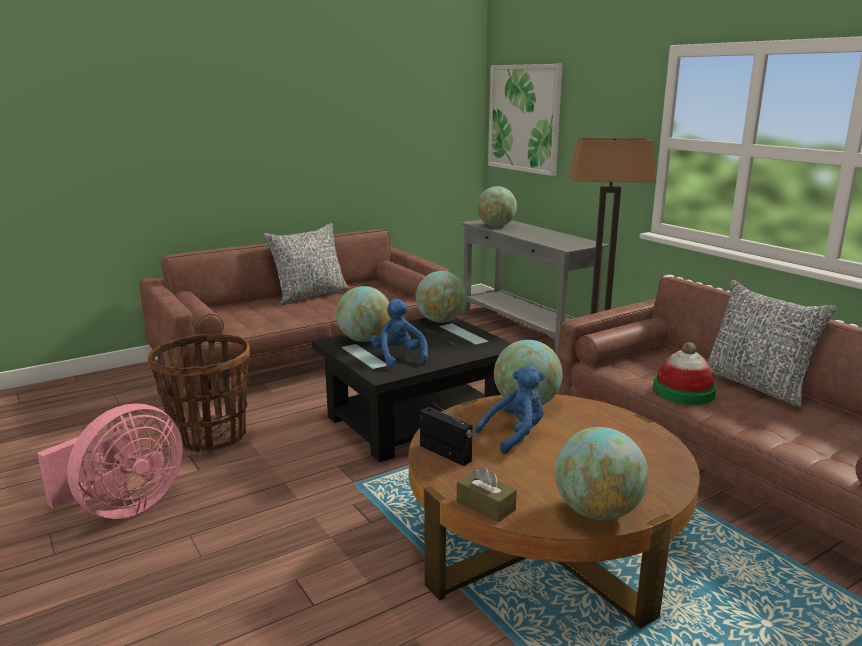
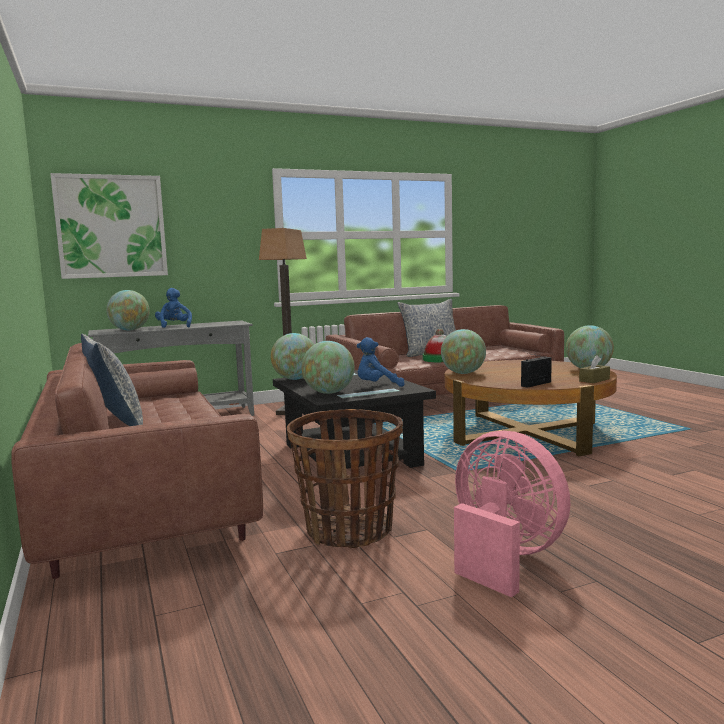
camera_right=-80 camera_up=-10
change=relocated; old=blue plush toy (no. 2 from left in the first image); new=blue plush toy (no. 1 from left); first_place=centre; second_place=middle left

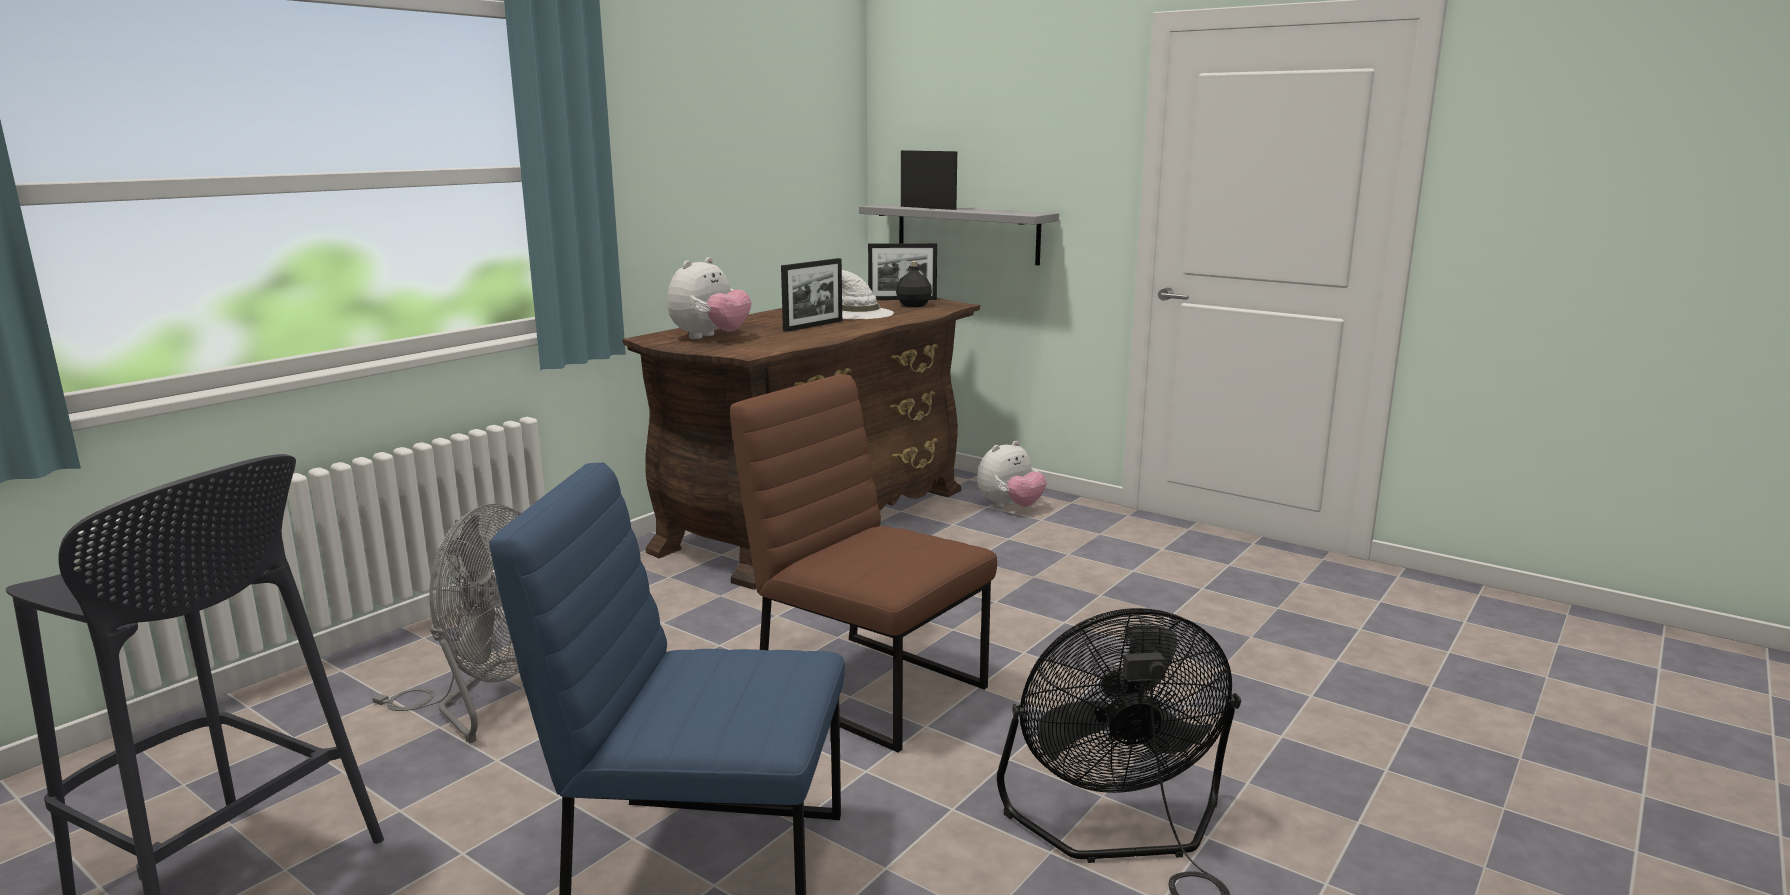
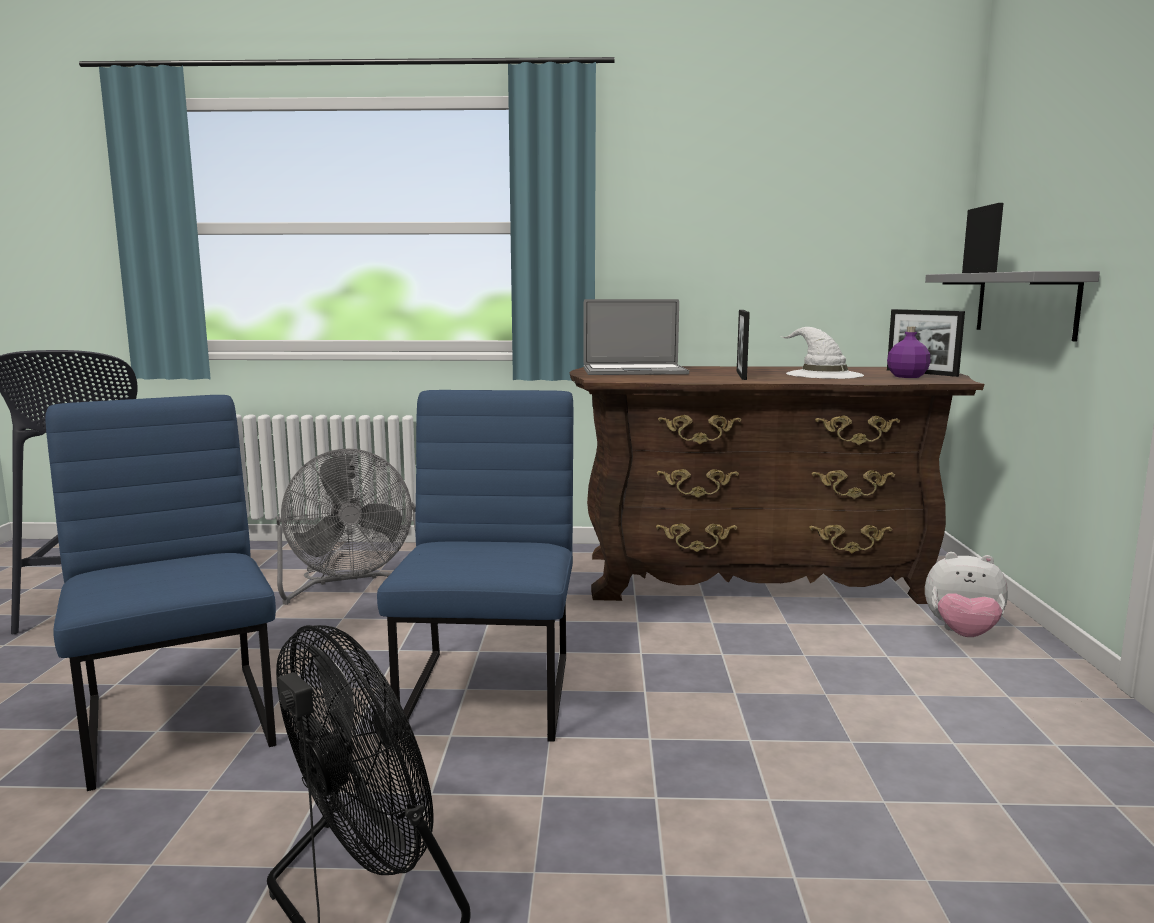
camera_right=55 camera_up=-5
change=colour; old=brown chair; new=blue chair (no. 2 from left); first_place=centre; second_place=centre
change=exchanged; old=plush toy (no. 1 from left); new=laptop; first_place=top centre; second_place=centre
change=spun; old=picture frame (no. 1 from left); first_place=top centre; second_place=centre; degrees=90
change=colour; old=black bottle; new=purple bottle; first_place=top centre; second_place=middle right

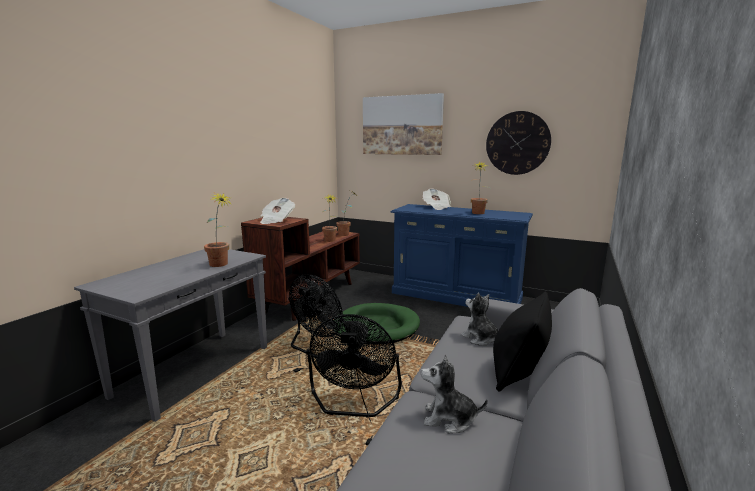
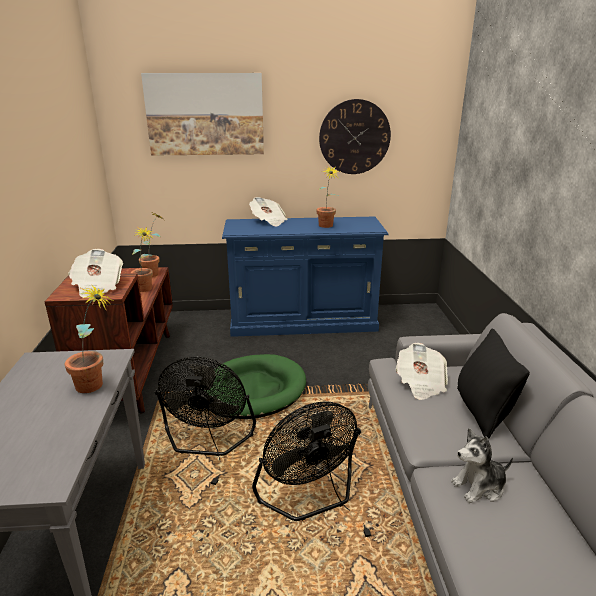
camera_right=-30 camera_up=10
change=exchanged; old=plush toy (no. 2 from left); new=newspaper (no. 3 from left); first_place=centre; second_place=middle right

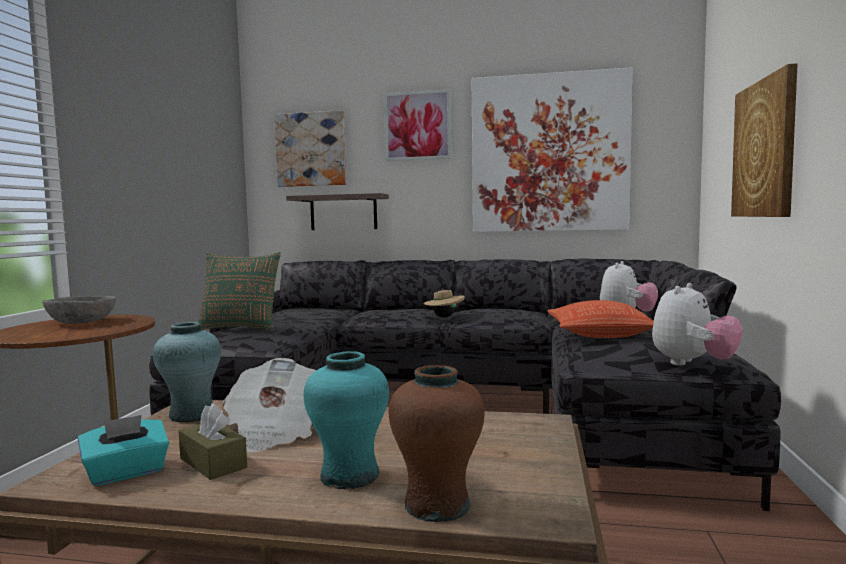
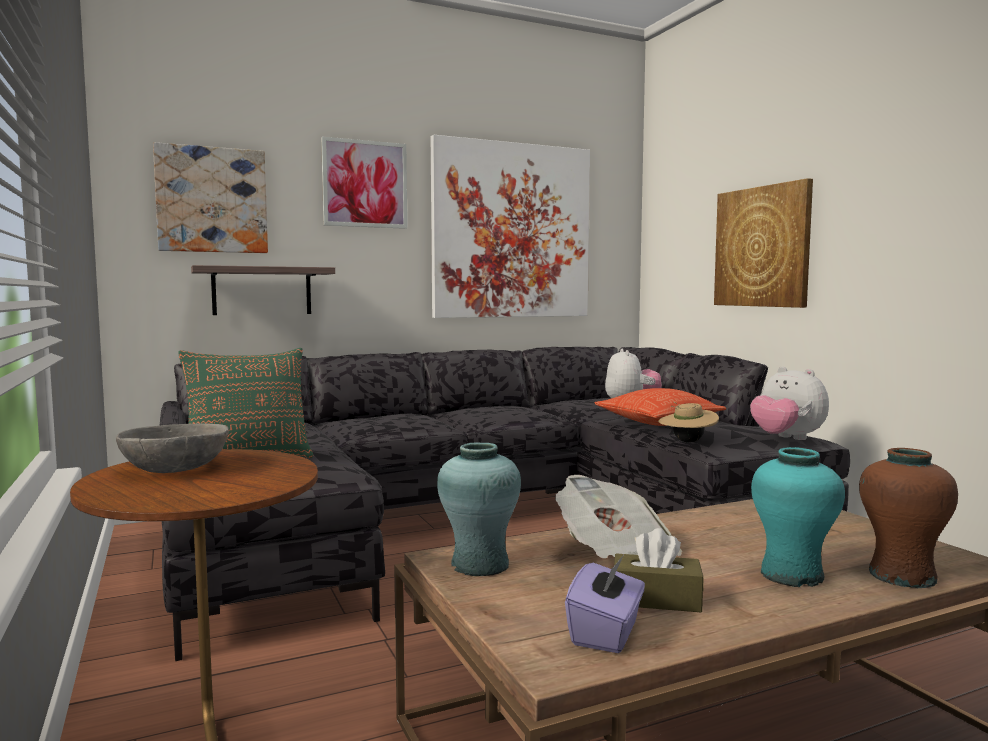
camera_right=-35 camera_up=0
change=colour; old=turquoise tissue box; new=purple tissue box; first_place=bottom left; second_place=bottom centre
change=relocated; old=beige hat; first_place=centre; second_place=middle right
change=spun; old=plush toy (no. 2 from left); first_place=middle right; second_place=middle right; degrees=135

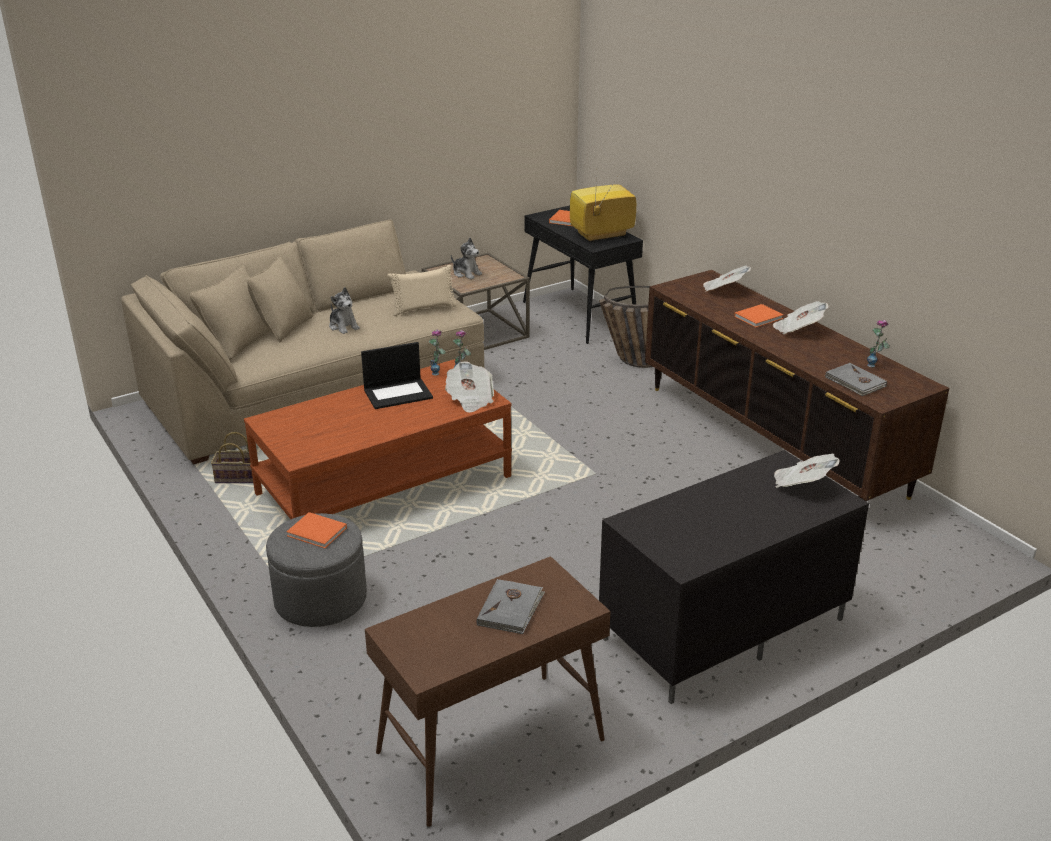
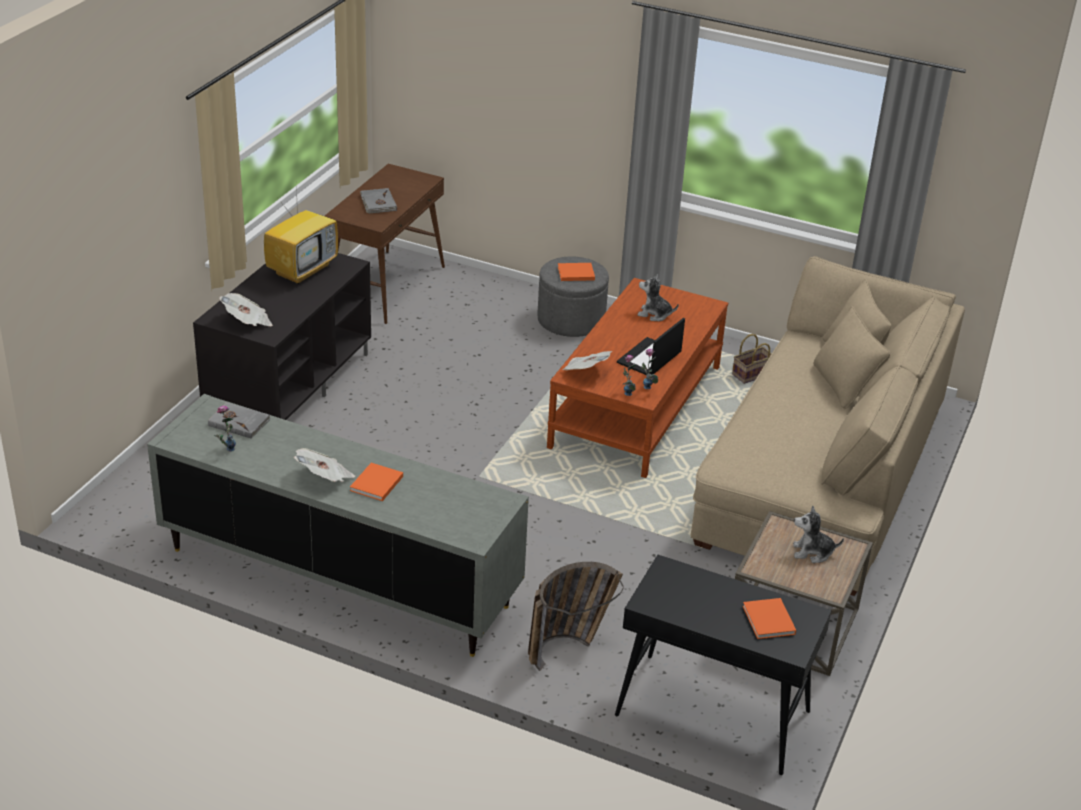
camera_right=145 camera_up=5
change=colour; old=brown cabinet; new=grey cabinet; first_place=middle right; second_place=middle left
change=relocated; old=television; first_place=top centre; second_place=top left
change=relocated; old=plush toy (no. 1 from left); first_place=middle left; second_place=centre
change=missing; old=beige pillow; first_place=centre
change=missing; old=newspaper (no. 2 from left); first_place=top right

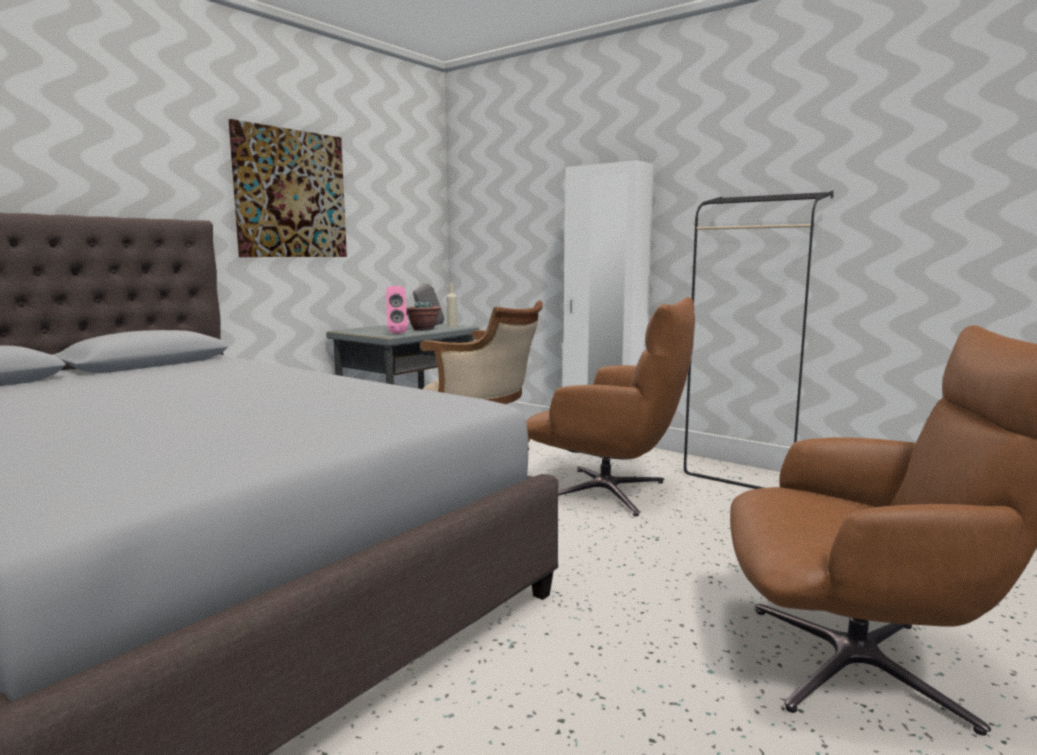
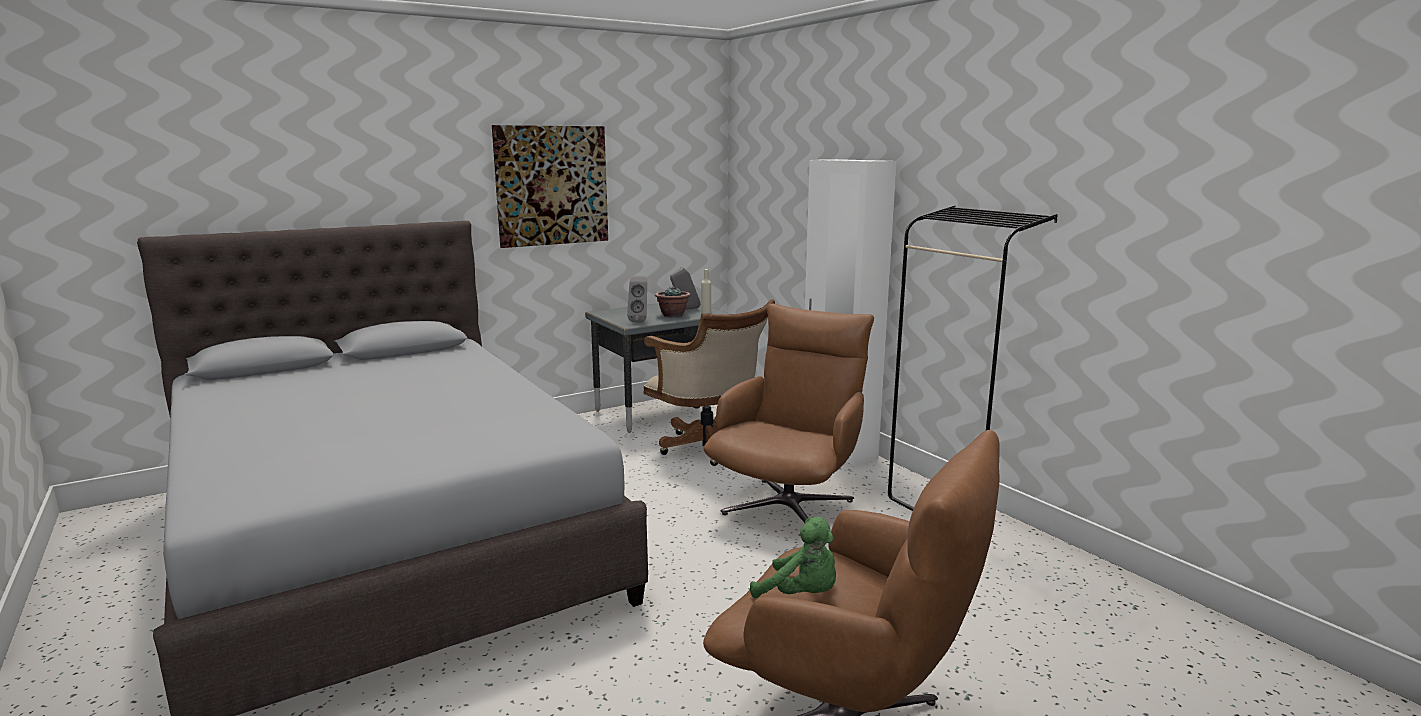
camera_right=20 camera_up=5
change=colour; old=pink speaker; new=grey speaker (no. 1 from left); first_place=centre; second_place=centre
change=spun; old=brown armchair (no. 1 from left); first_place=centre; second_place=centre; degrees=-105
change=appeared; new=green plush toy; second_place=bottom centre

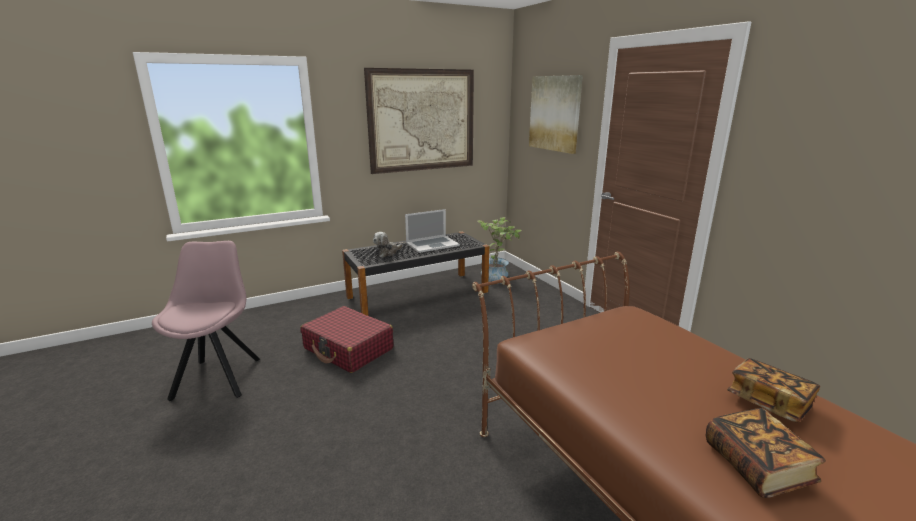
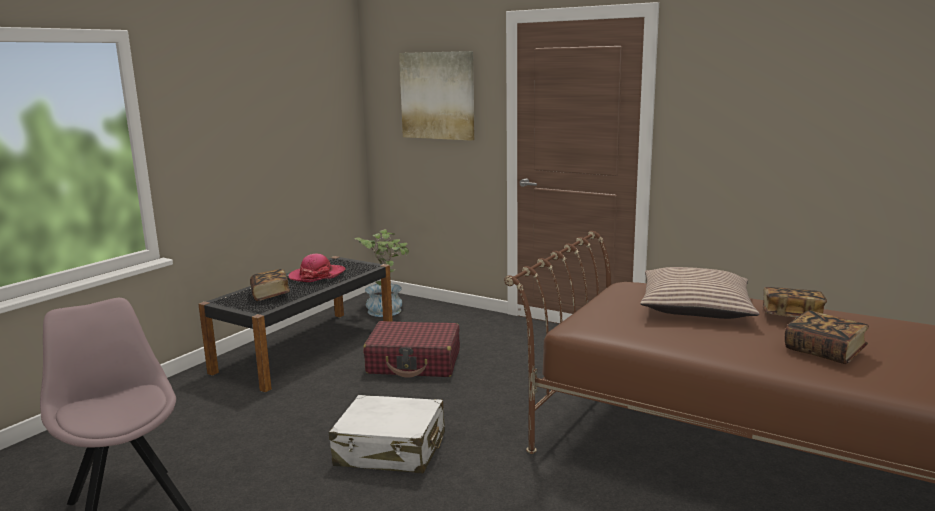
camera_right=-30 camera_up=-5
change=exchanged; old=plush toy; new=book (no. 1 from left); first_place=centre; second_place=middle left
change=exchanged; old=laptop; new=hat; first_place=centre; second_place=centre
change=appeared; new=white suitcase; second_place=bottom centre
change=relocated; old=red suitcase; first_place=centre; second_place=bottom centre
change=appeared; new=pillow; second_place=middle right
change=missing; old=picture (no. 1 from left); first_place=top centre

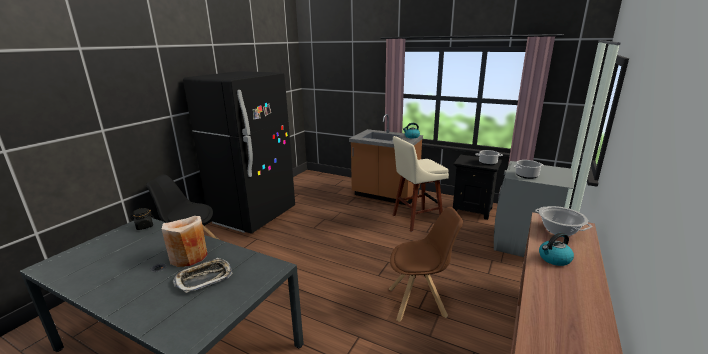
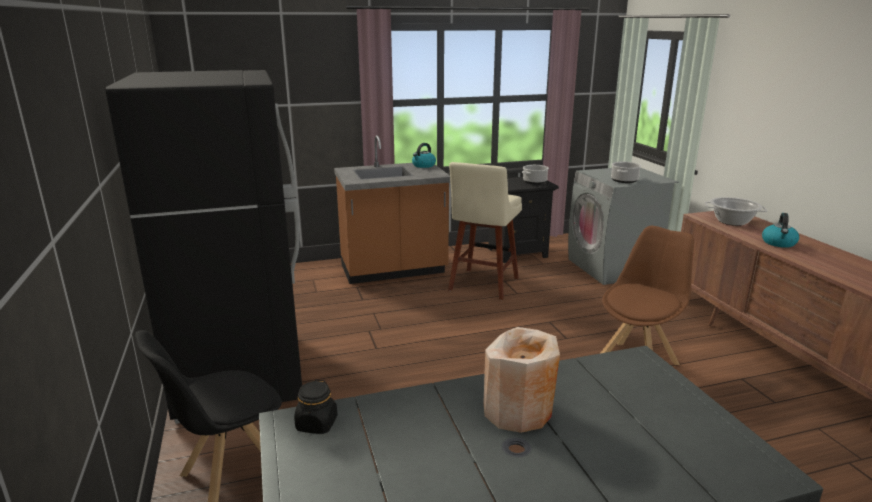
camera_right=-45 camera_up=0
change=missing; old=tray; first_place=bottom left

